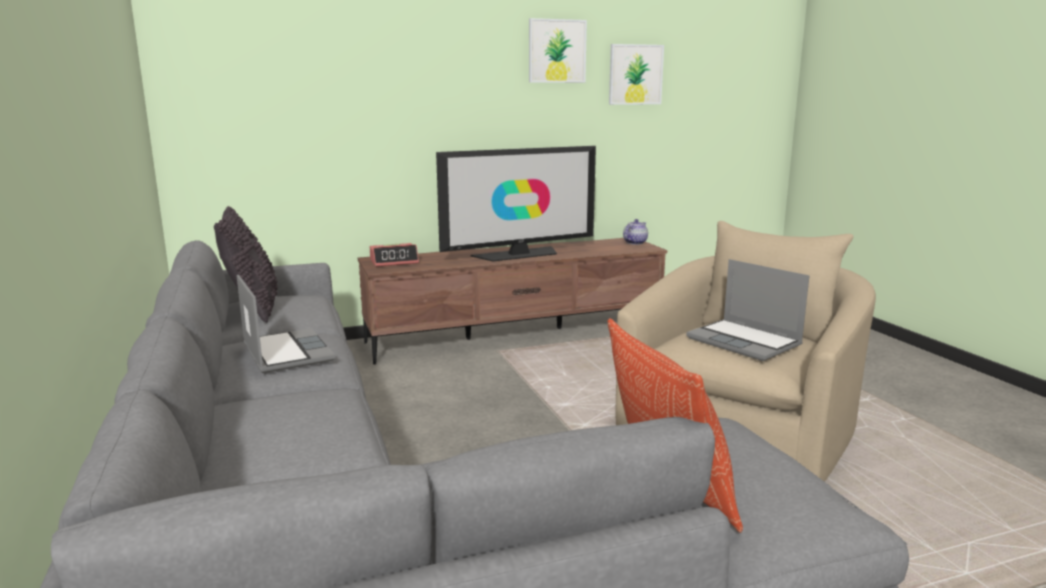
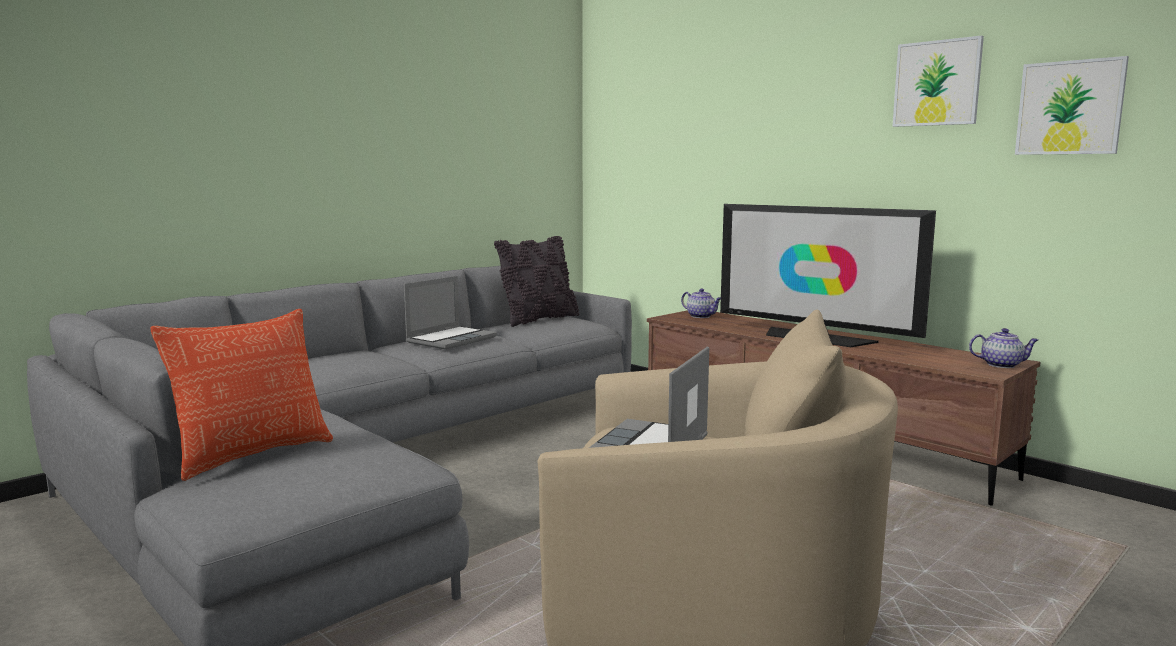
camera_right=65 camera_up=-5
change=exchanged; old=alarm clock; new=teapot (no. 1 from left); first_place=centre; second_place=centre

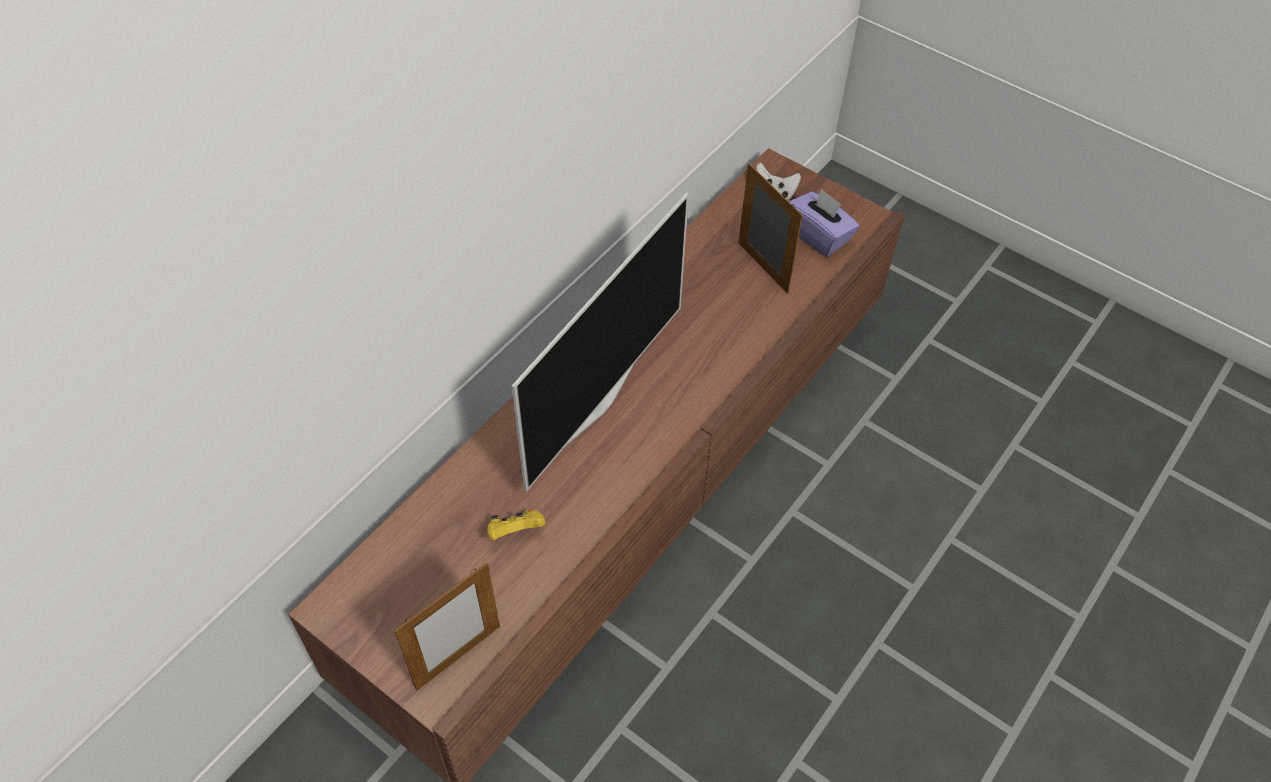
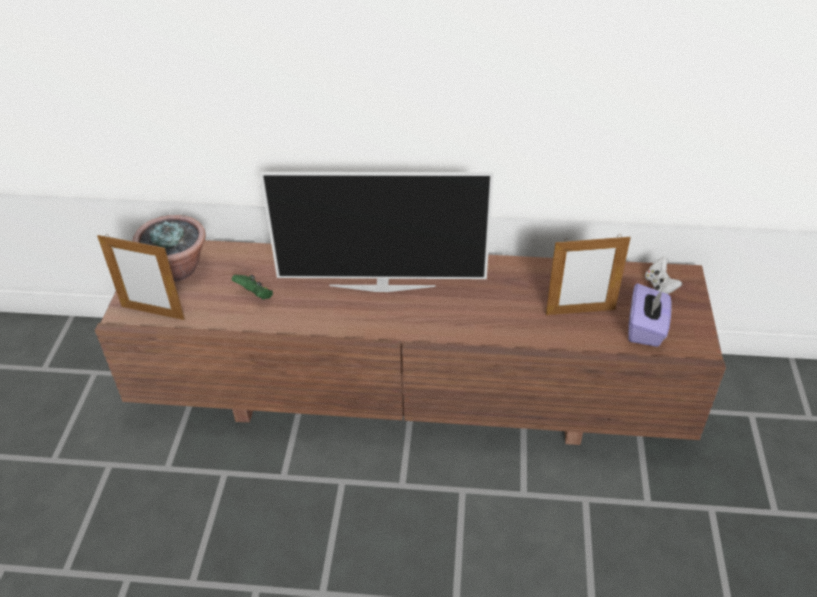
camera_right=60 camera_up=-10
change=appeared; new=potted plant; second_place=middle left
change=colour; old=yellow game controller; new=green game controller; first_place=bottom centre; second_place=middle left
change=spun; old=picture frame (no. 2 from left); first_place=top centre; second_place=middle right; degrees=60

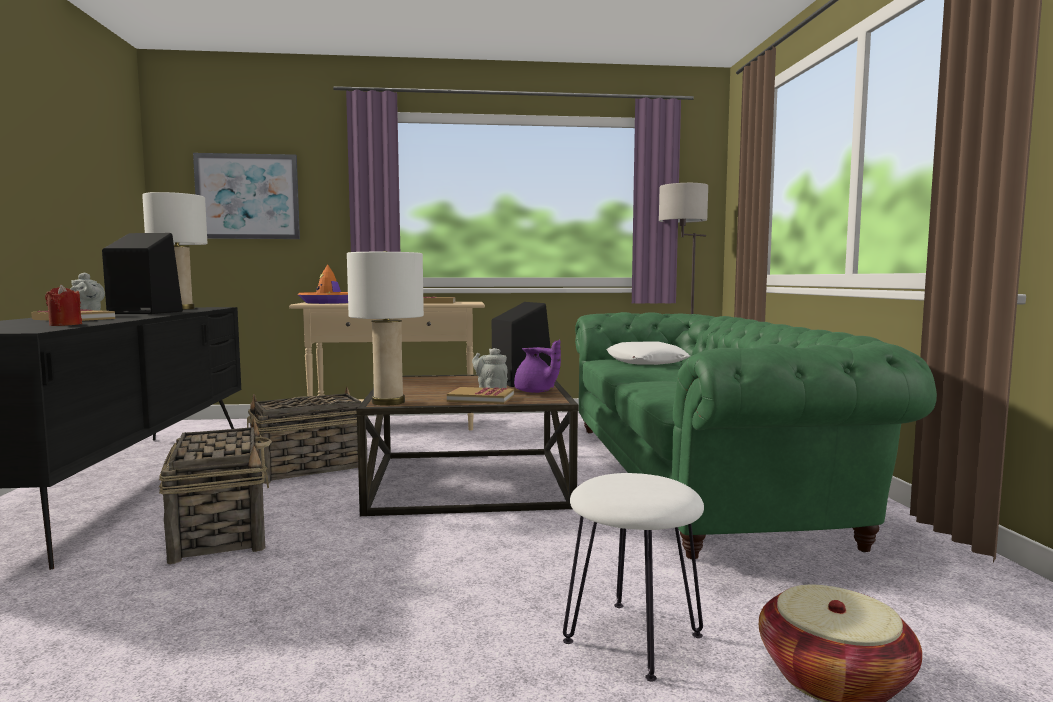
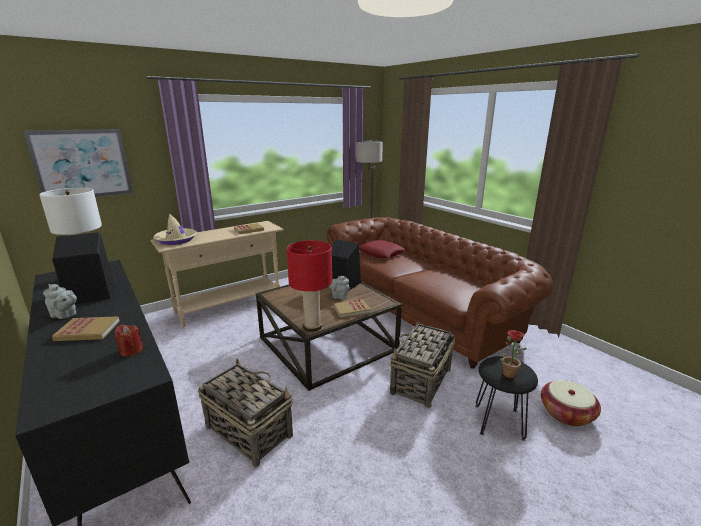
camera_right=-30 camera_up=15
change=colour; old=orange hat; new=beige hat; first_place=middle left; second_place=middle left
change=colour; old=white table lamp (no. 2 from left); new=red table lamp; first_place=centre; second_place=centre
change=colour; old=green sofa; new=brown sofa; first_place=middle right; second_place=centre
change=colour; old=white pillow; new=red pillow; first_place=centre; second_place=centre
change=relocated; old=basket (no. 2 from left); first_place=middle left; second_place=bottom centre
change=colour; old=white stool; new=black stool; first_place=bottom centre; second_place=bottom right
change=appeared; new=potted plant; second_place=bottom right
change=missing; old=purple teapot; first_place=centre

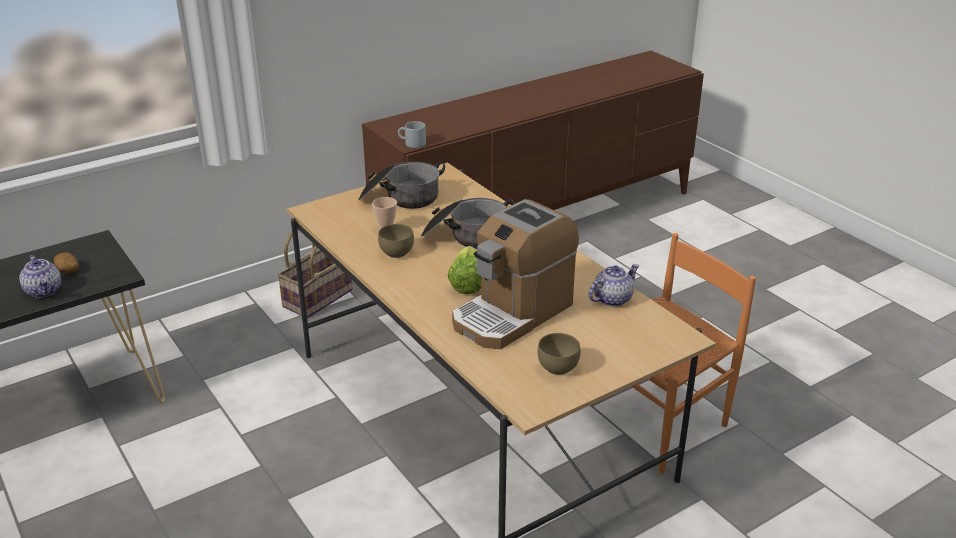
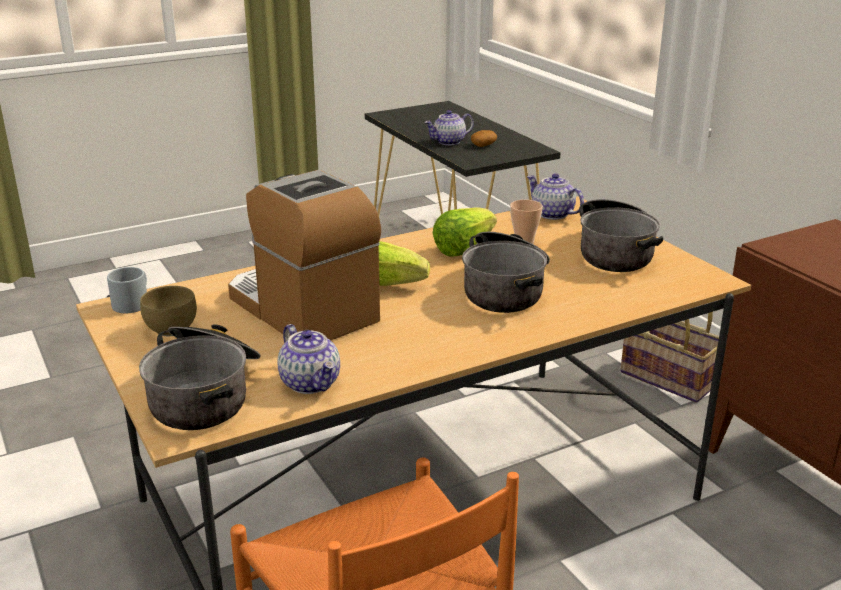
camera_right=95 camera_up=-5
change=relocated; old=grey mug; first_place=top centre; second_place=middle left
change=appeared; new=cooking pot (no. 1 from left); second_place=middle left
change=exchanged; old=brown bowl (no. 1 from left); new=lettuce (no. 2 from left); first_place=centre; second_place=centre
change=appeared; new=teapot (no. 3 from left); second_place=top centre

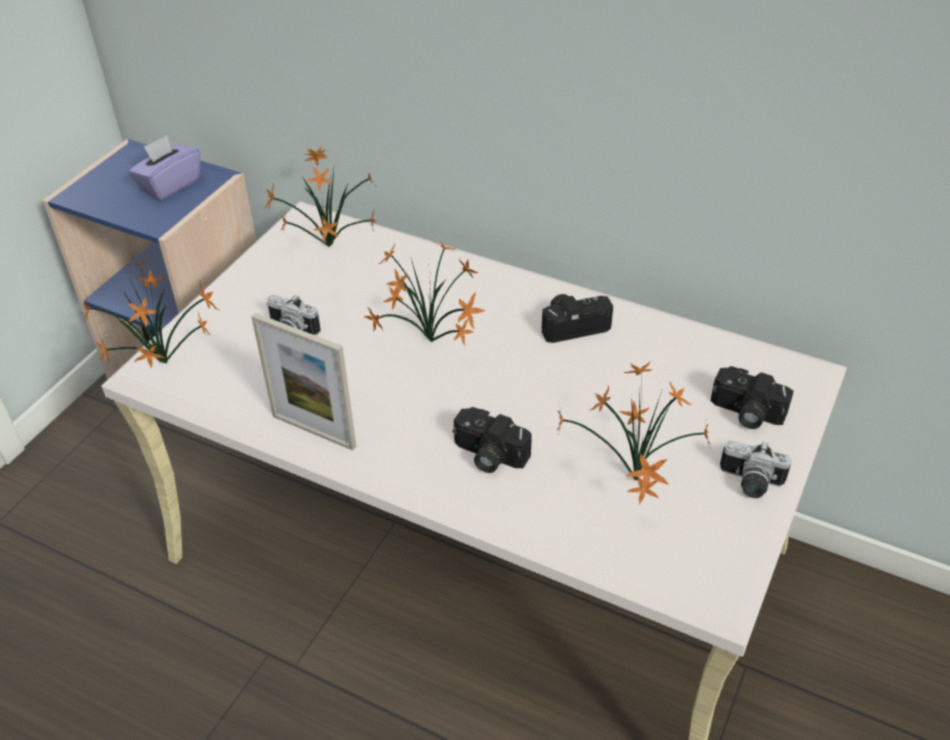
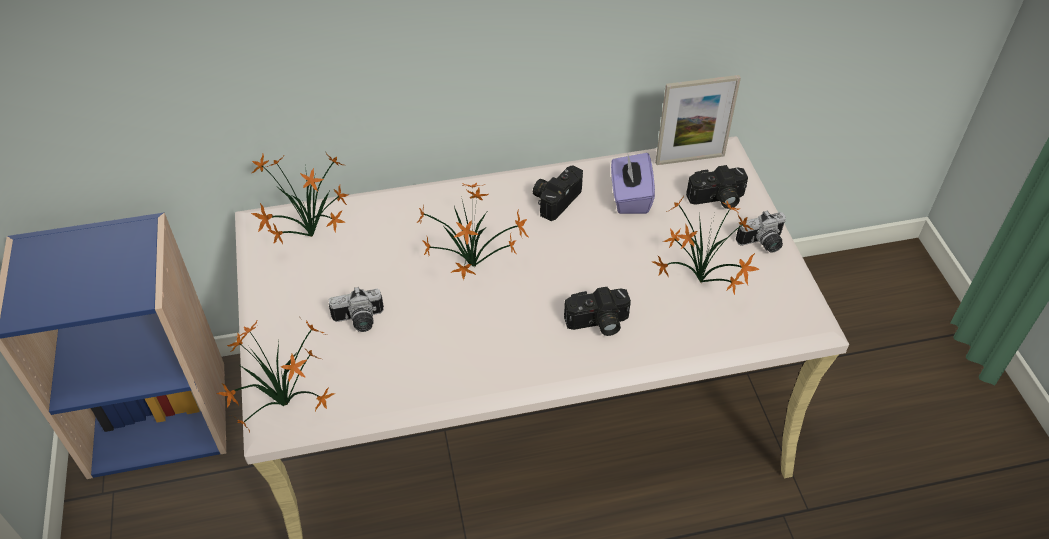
camera_right=-40 camera_up=5
change=relocated; old=purple tissue box; first_place=top left; second_place=centre
change=relocated; old=picture frame; first_place=middle left; second_place=top centre

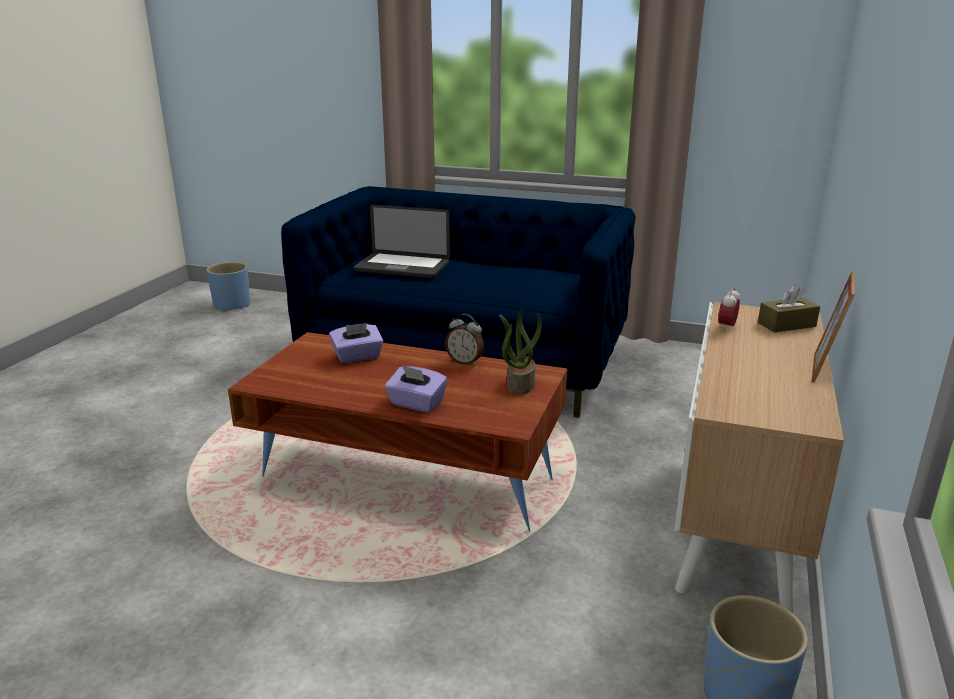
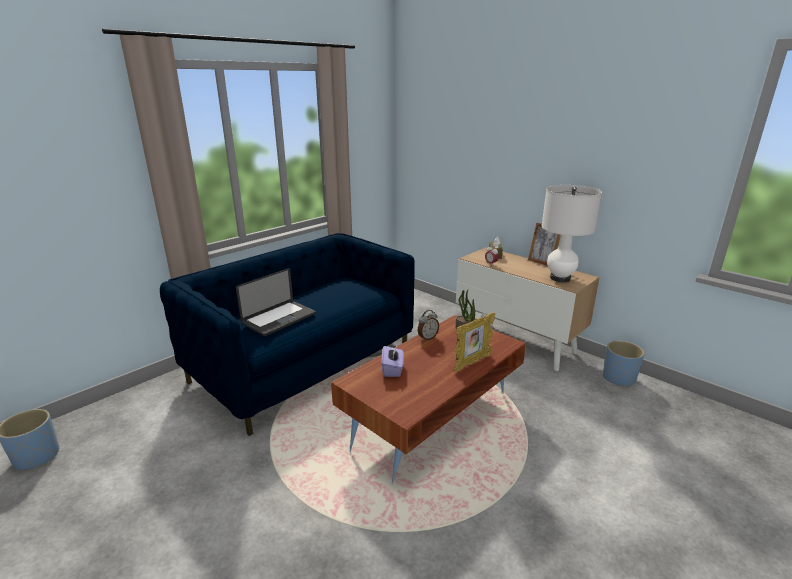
camera_right=-65 camera_up=0
change=exchanged; old=purple tissue box (no. 2 from left); new=picture frame (no. 1 from left); first_place=centre; second_place=centre
change=appeared; new=white table lamp; second_place=middle right

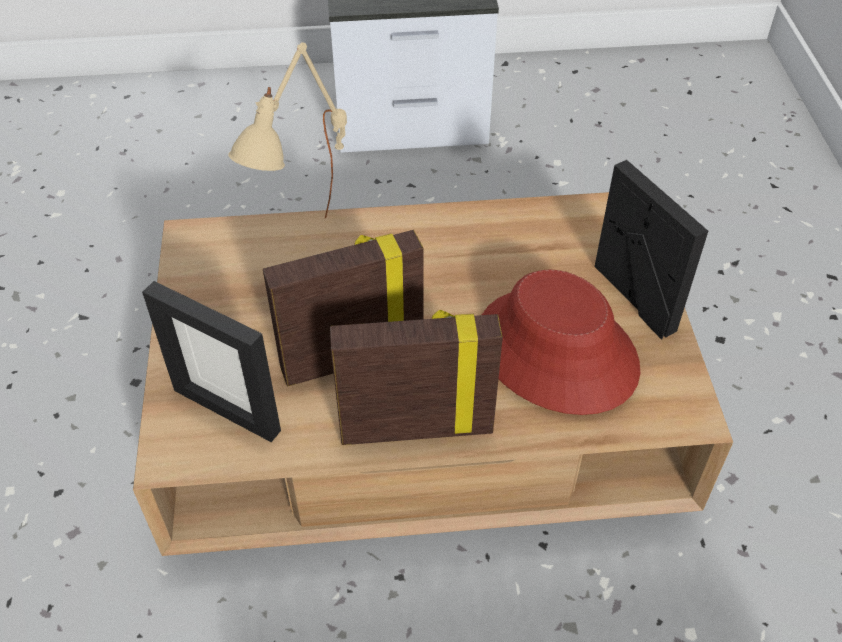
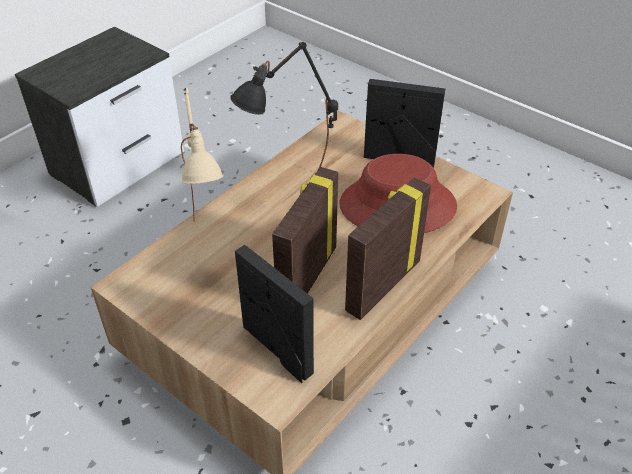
camera_right=-45 camera_up=-5
change=appeared; new=black table lamp; second_place=top centre
change=spun; old=picture frame (no. 1 from left); first_place=middle left; second_place=centre; degrees=-120

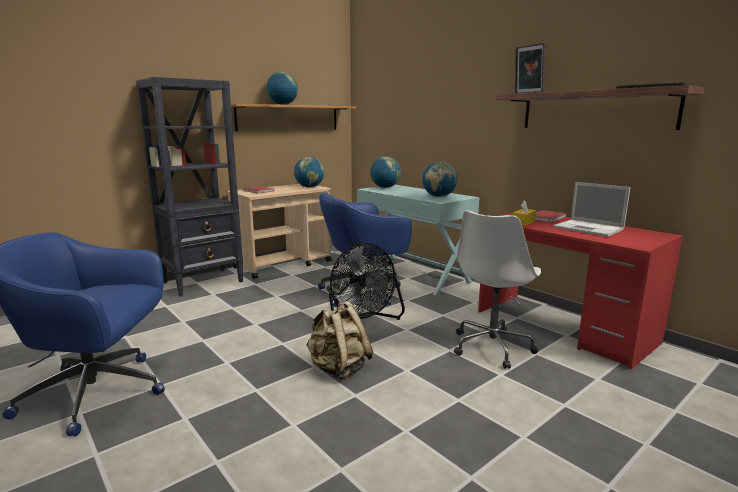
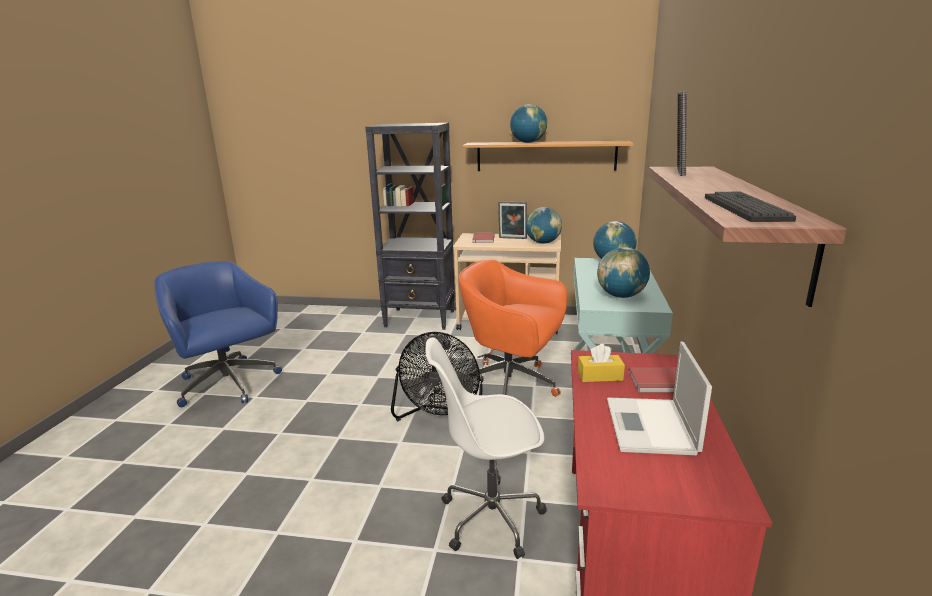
camera_right=50 camera_up=5
change=colour; old=blue office chair (no. 2 from left); new=orange office chair; first_place=centre; second_place=centre
change=appeared; new=picture frame (no. 1 from left); second_place=centre
change=missing; old=beige backpack; first_place=bottom centre

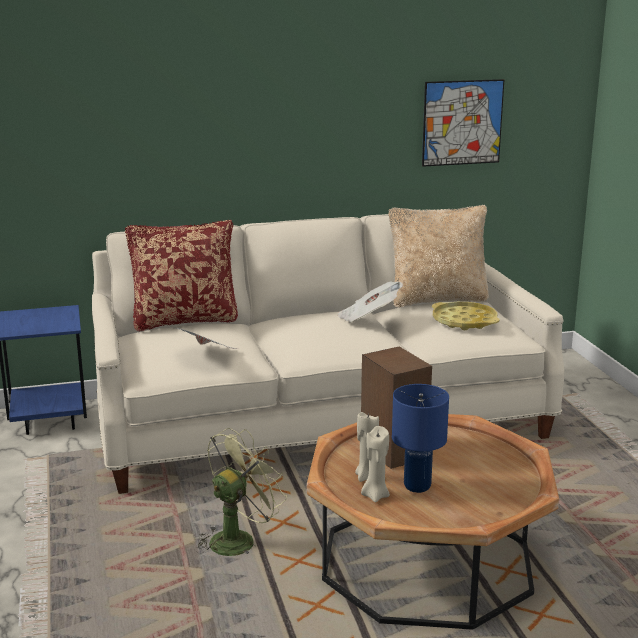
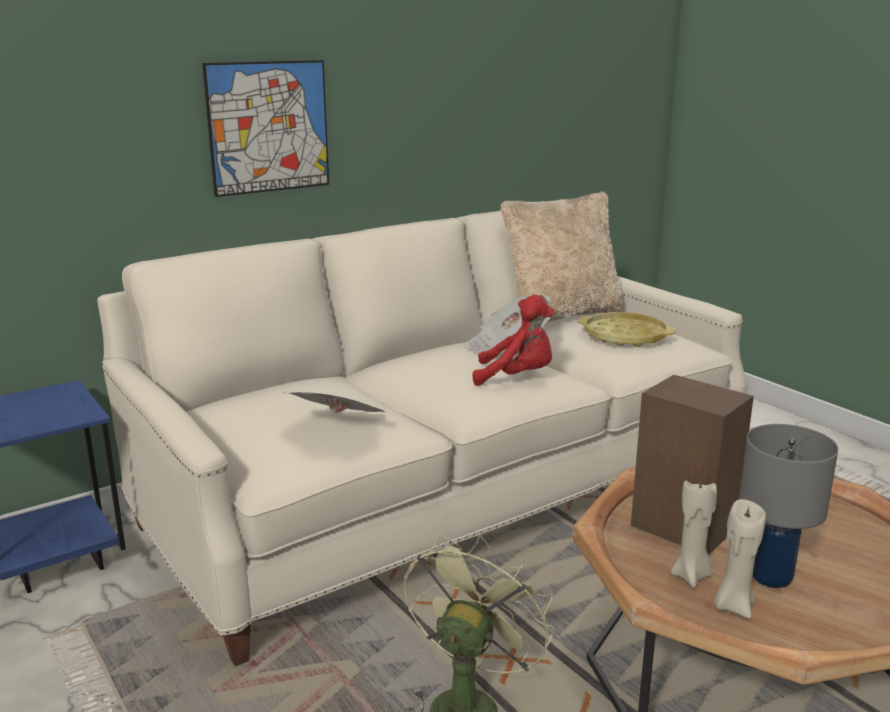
camera_right=-20 camera_up=0
change=relocated; old=picture; first_place=top right; second_place=top left
change=appeared; new=red plush toy; second_place=centre
change=colour; old=blue table lamp; new=grey table lamp; first_place=bottom centre; second_place=bottom right
change=missing; old=red pillow; first_place=middle left

